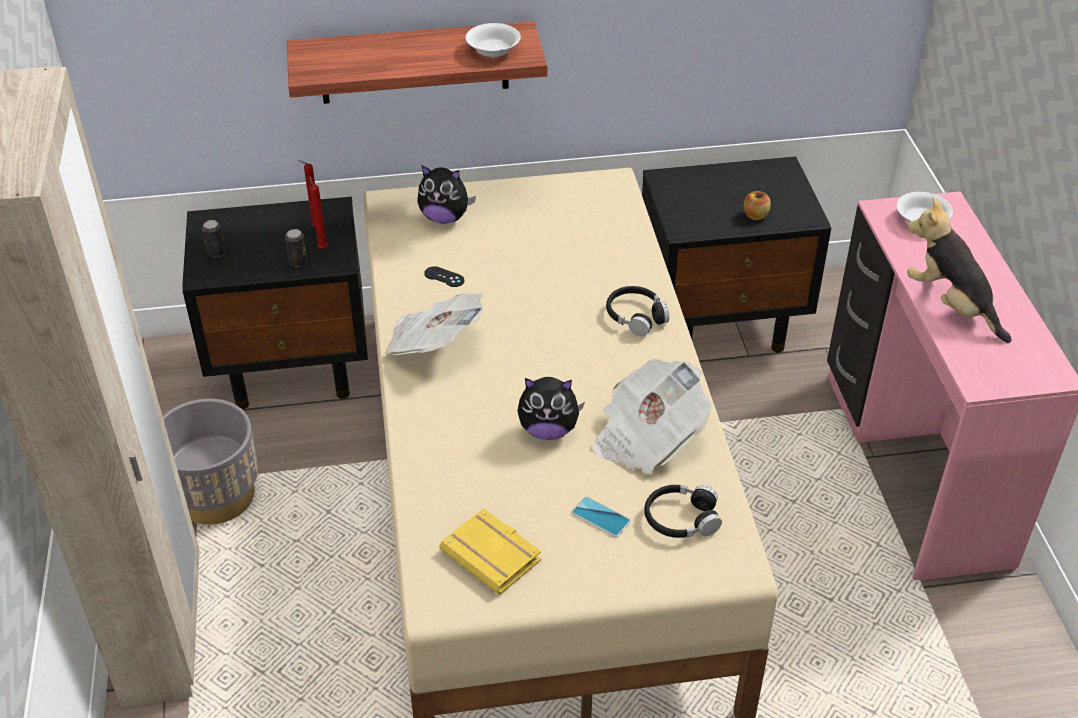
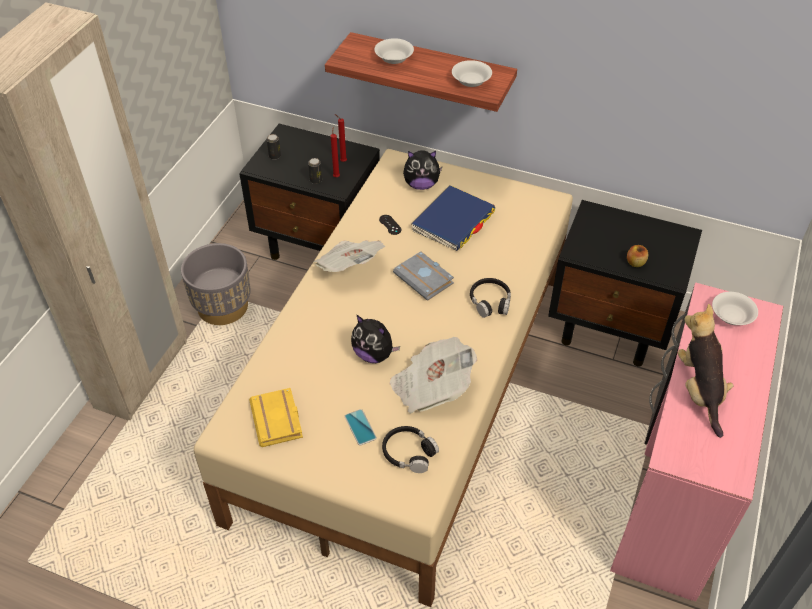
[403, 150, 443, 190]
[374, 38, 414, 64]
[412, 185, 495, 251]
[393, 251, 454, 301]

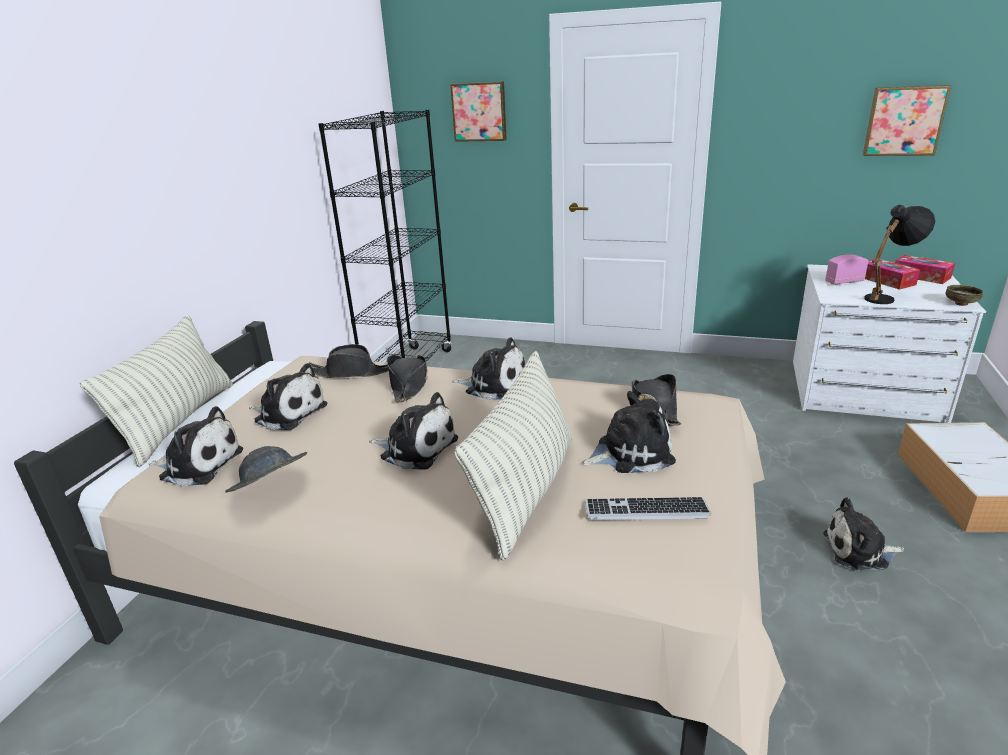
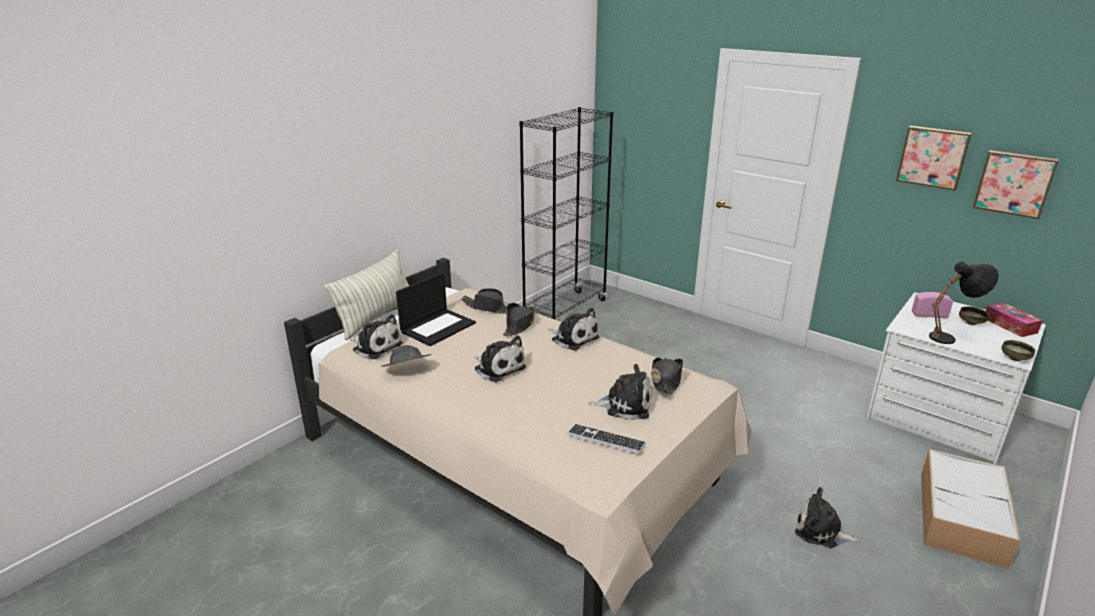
[896, 126, 972, 191]
[959, 306, 989, 325]
[454, 351, 573, 561] (first image)
[396, 272, 476, 346]

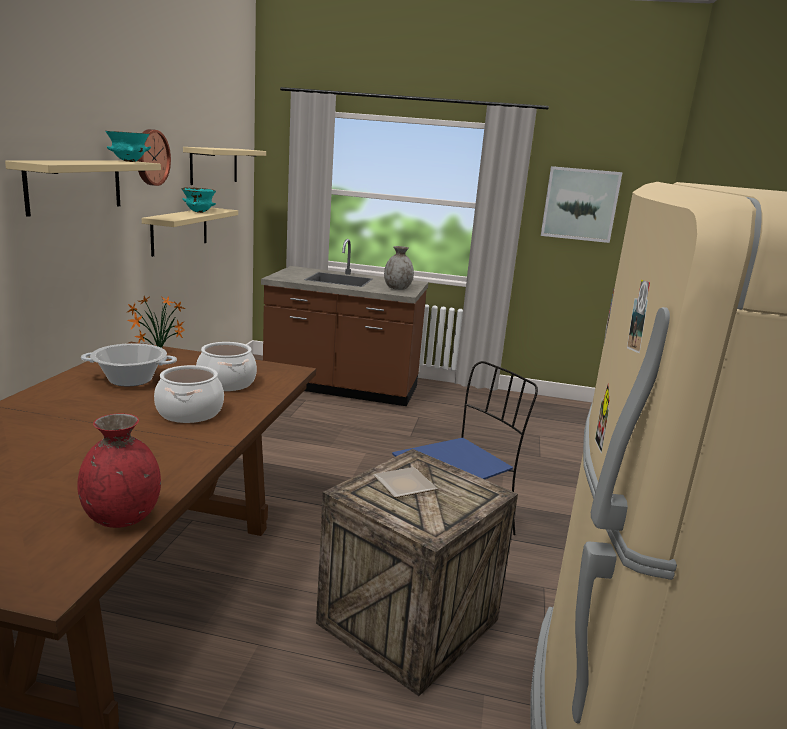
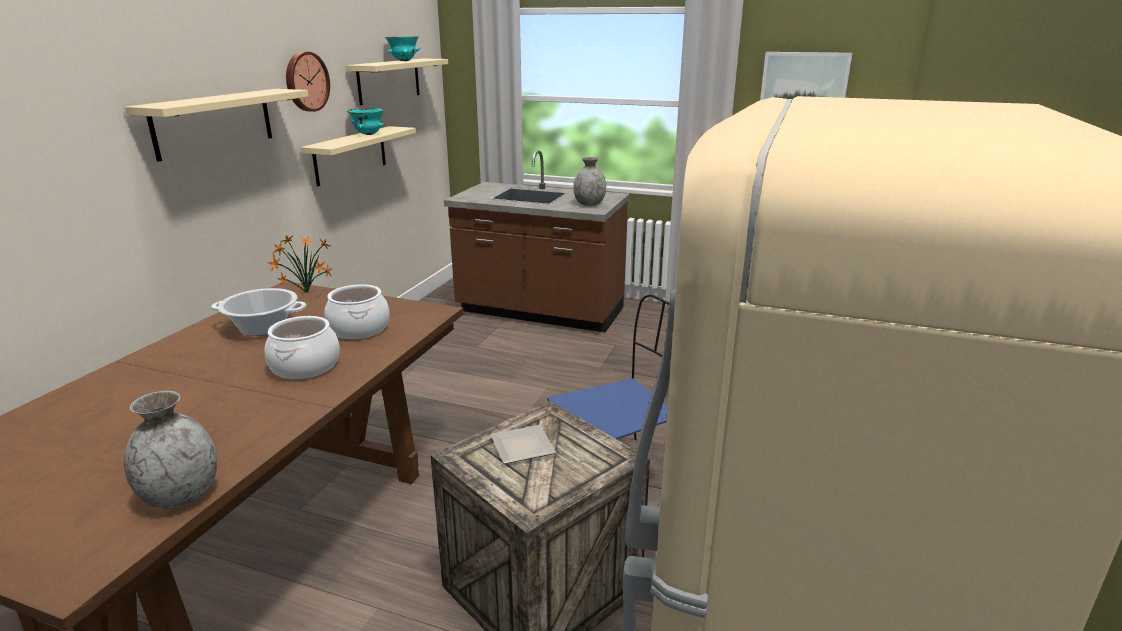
[385, 36, 420, 61]
[124, 391, 217, 509]

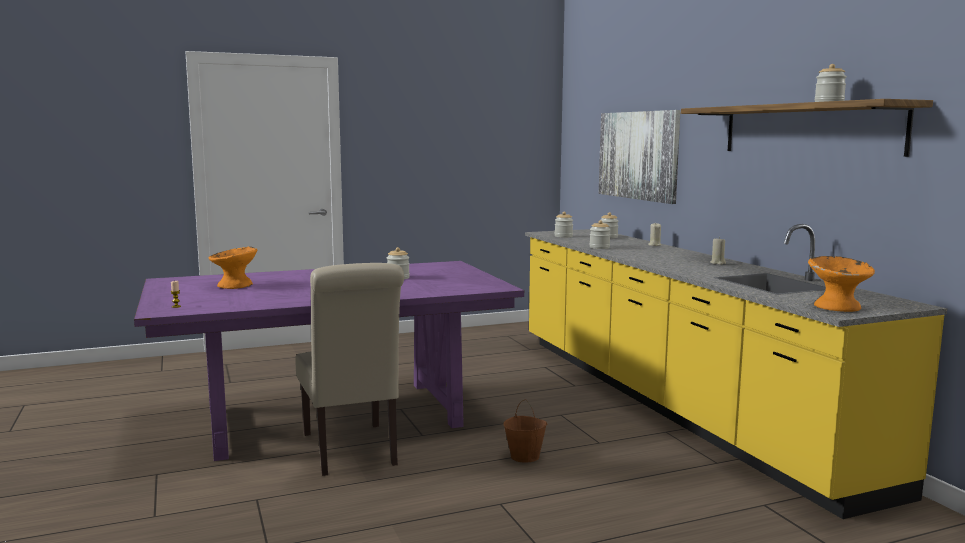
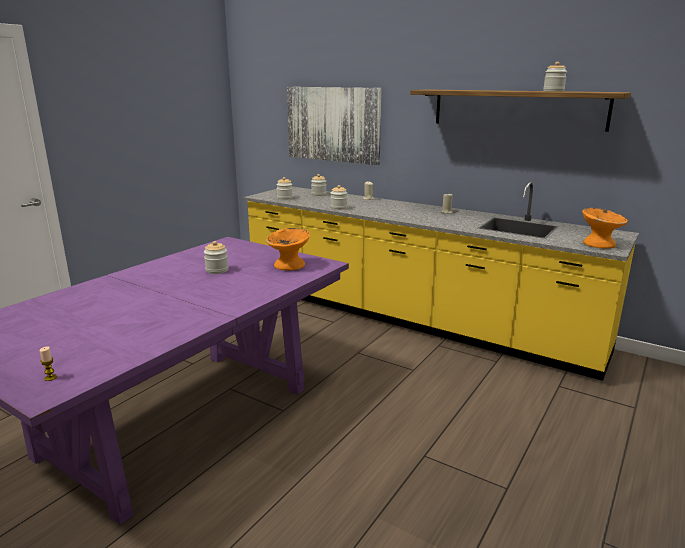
[266, 228, 310, 270]
[295, 263, 404, 476] (first image)
[503, 399, 547, 463] (first image)

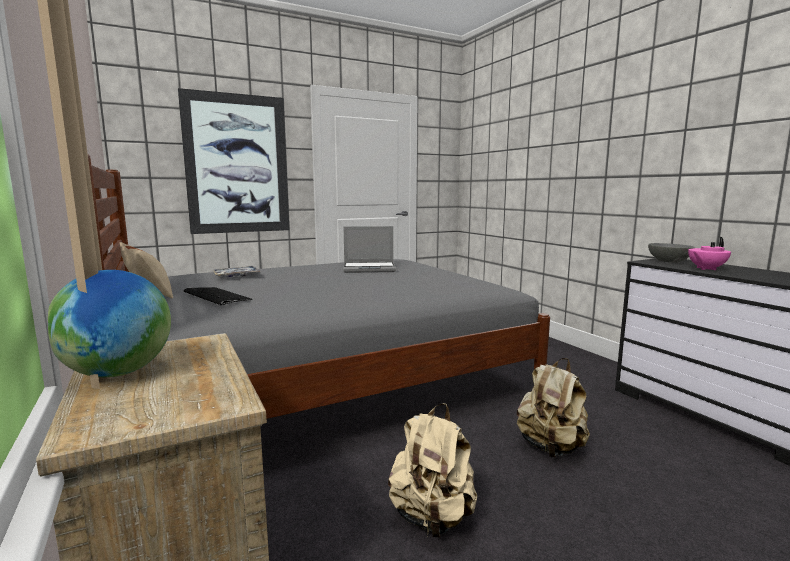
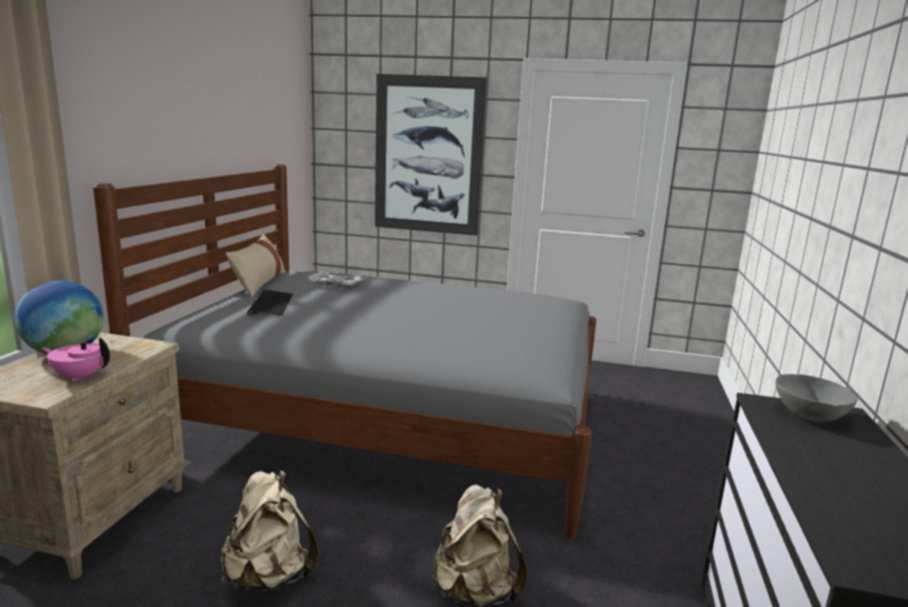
[343, 226, 396, 273] (first image)
[42, 337, 110, 382]

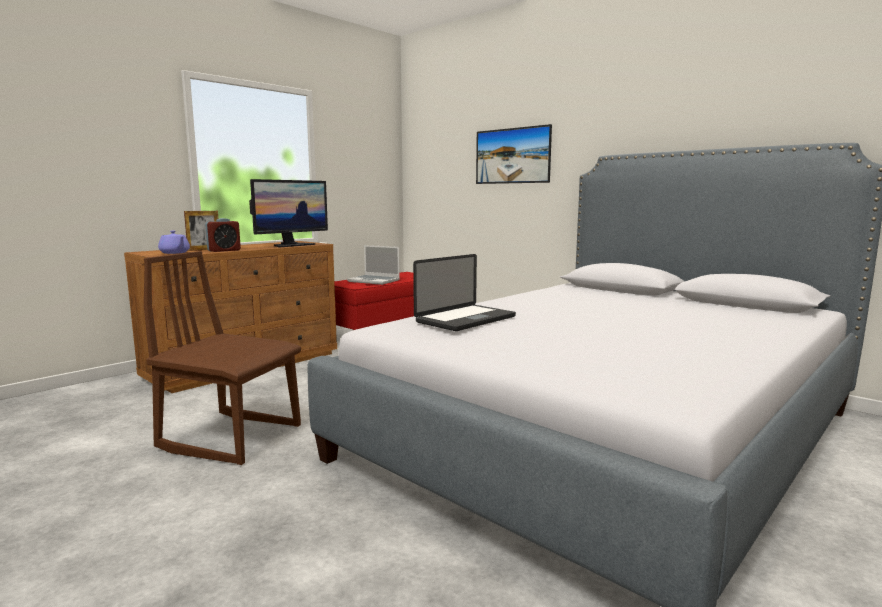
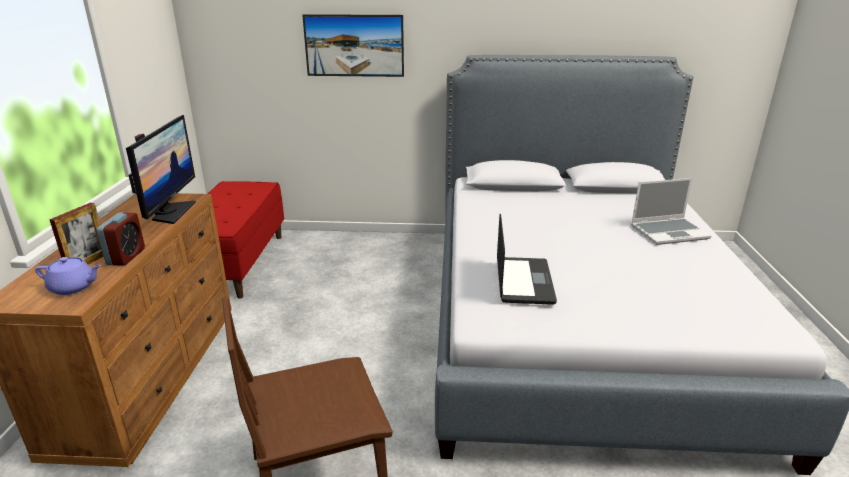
[631, 178, 711, 245]

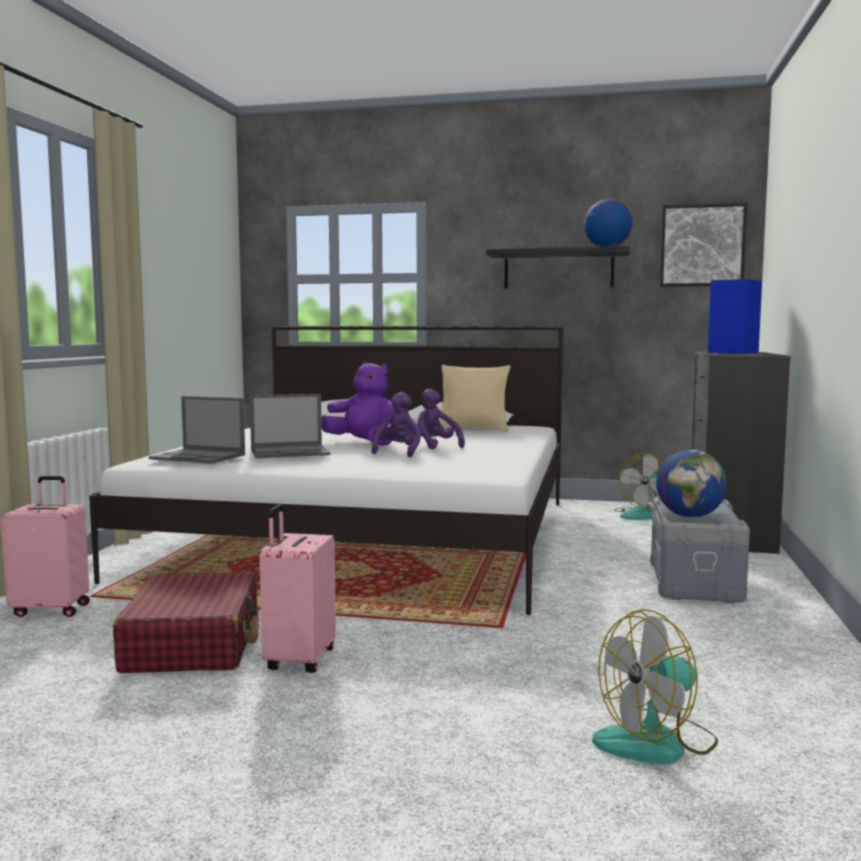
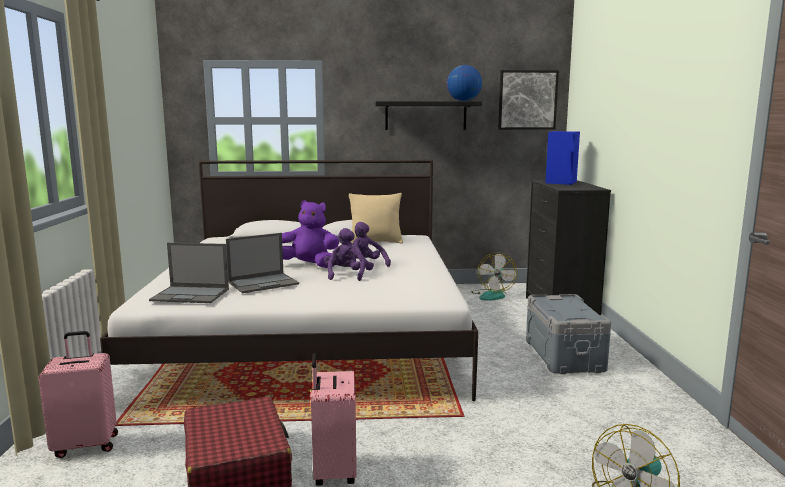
[656, 450, 727, 517] (first image)

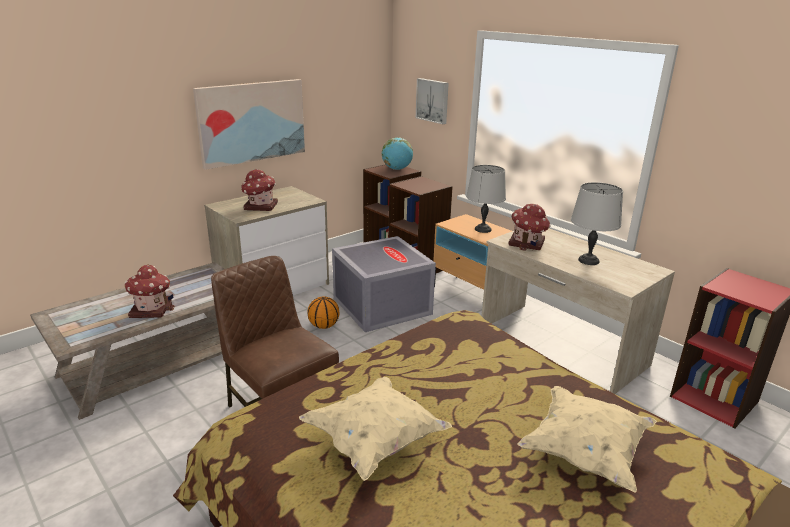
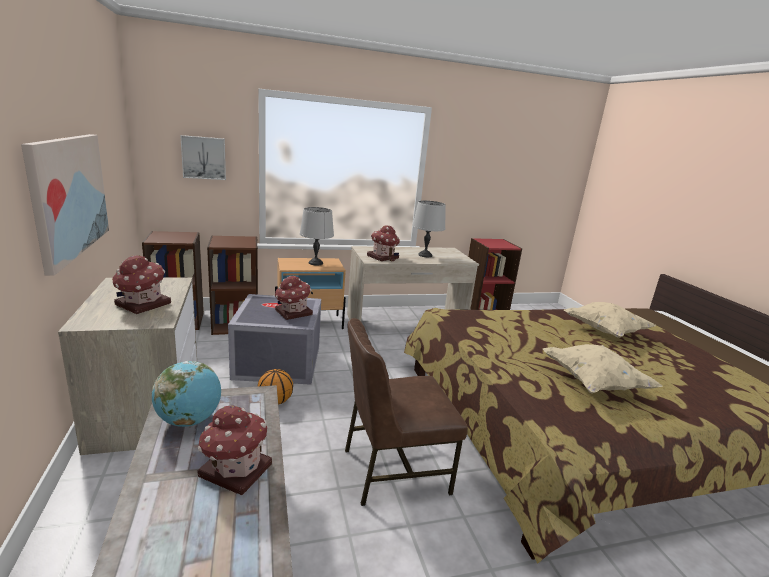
[152, 361, 221, 427]
[275, 276, 313, 320]

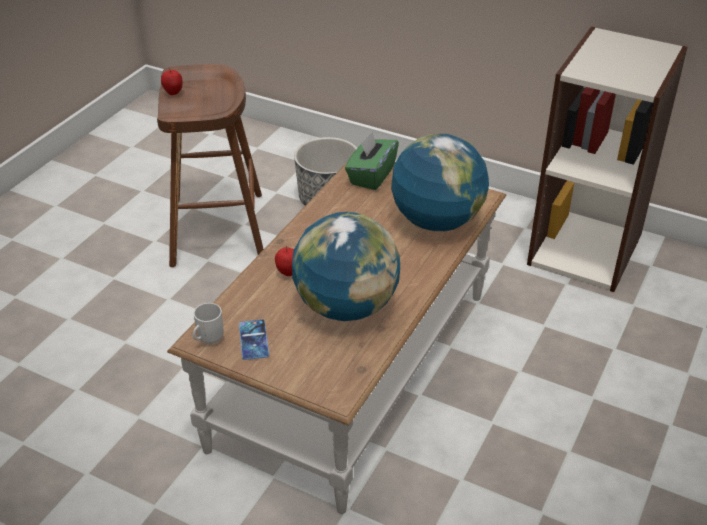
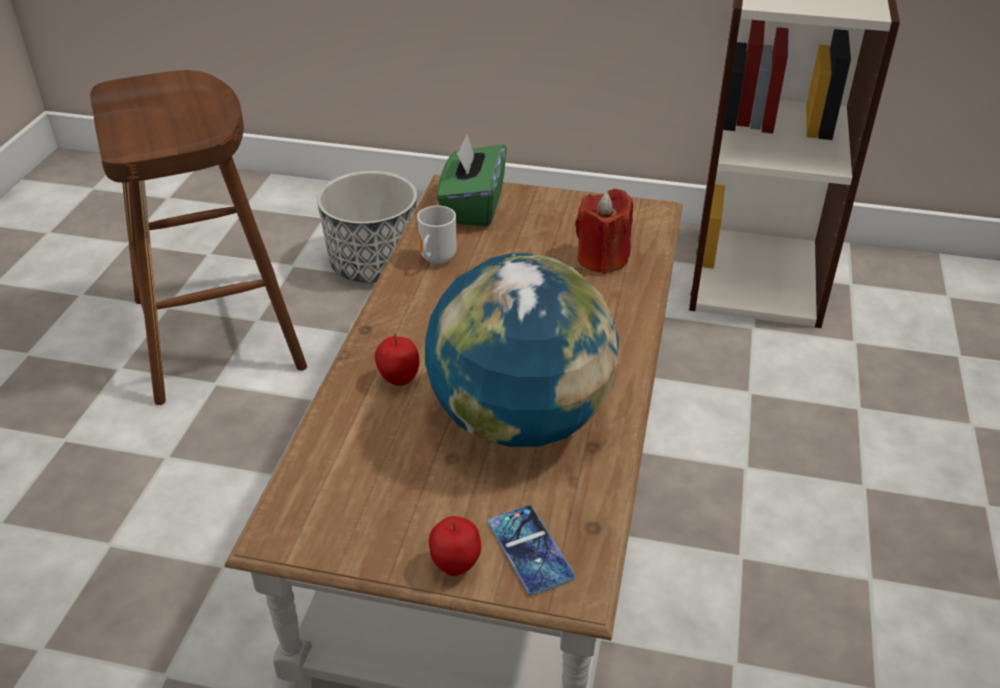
[429, 516, 481, 576]
[575, 189, 633, 274]
[417, 206, 456, 264]
[488, 505, 575, 595]

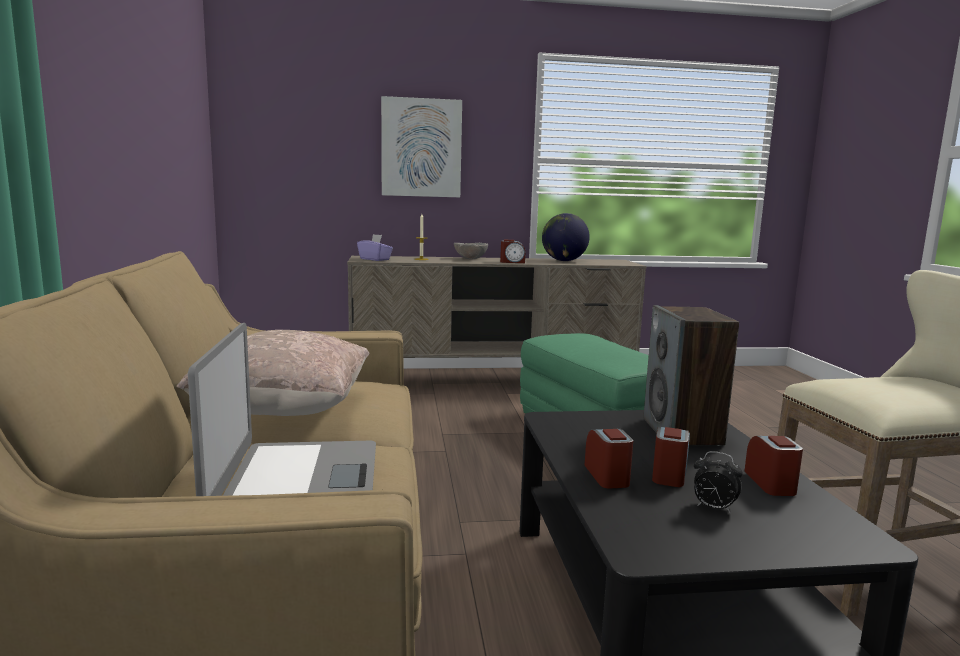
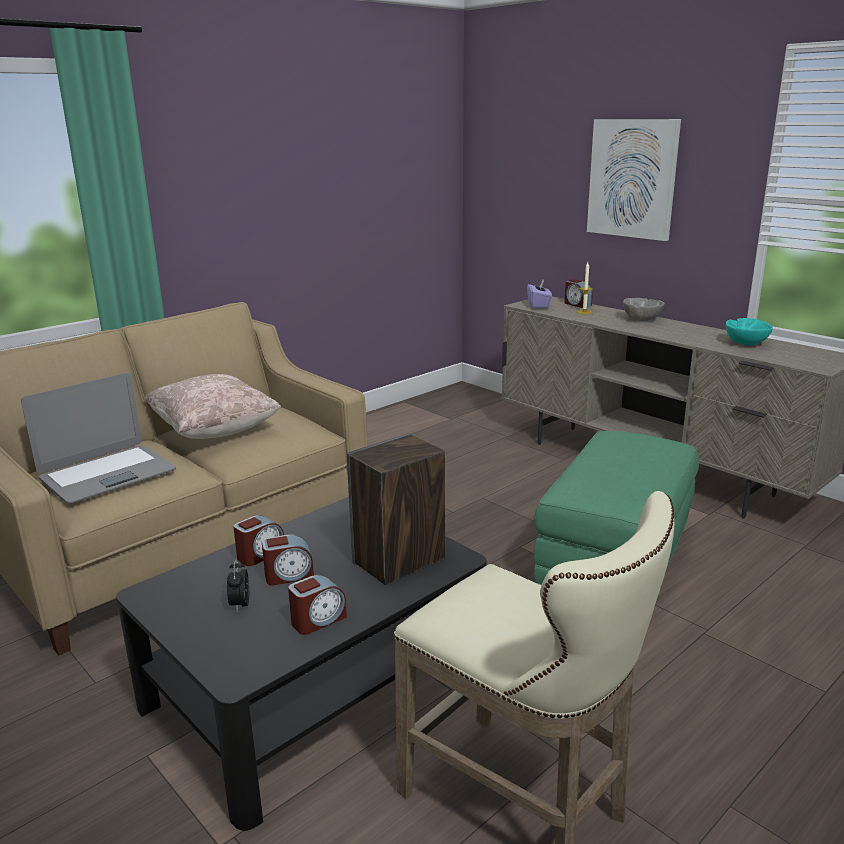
[725, 318, 773, 345]
[564, 279, 593, 308]

